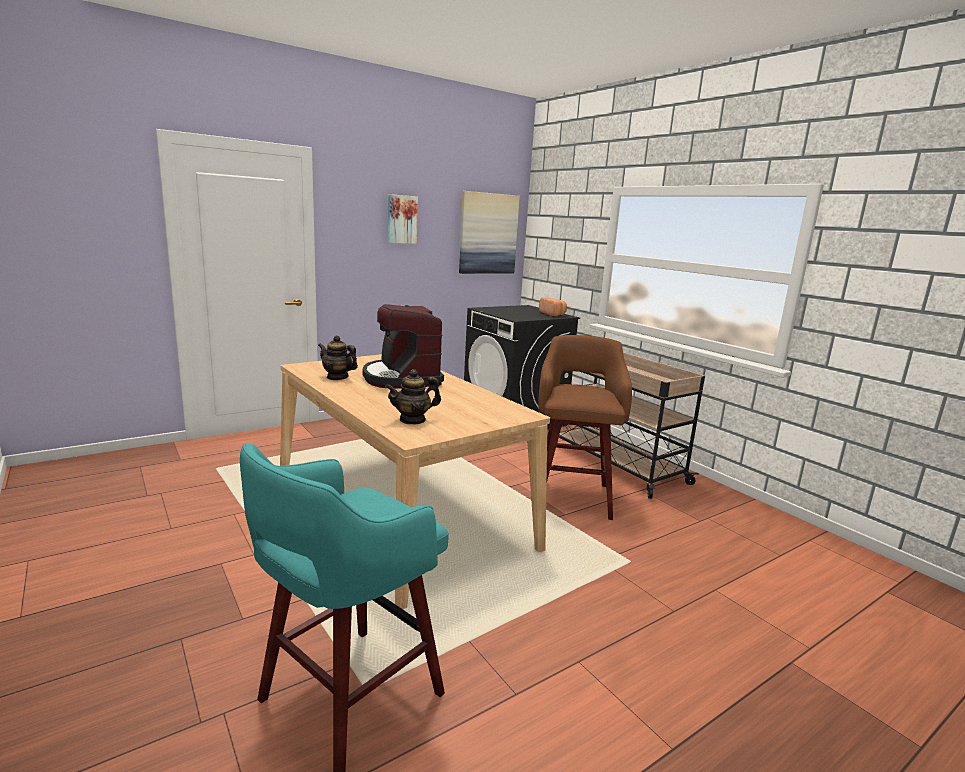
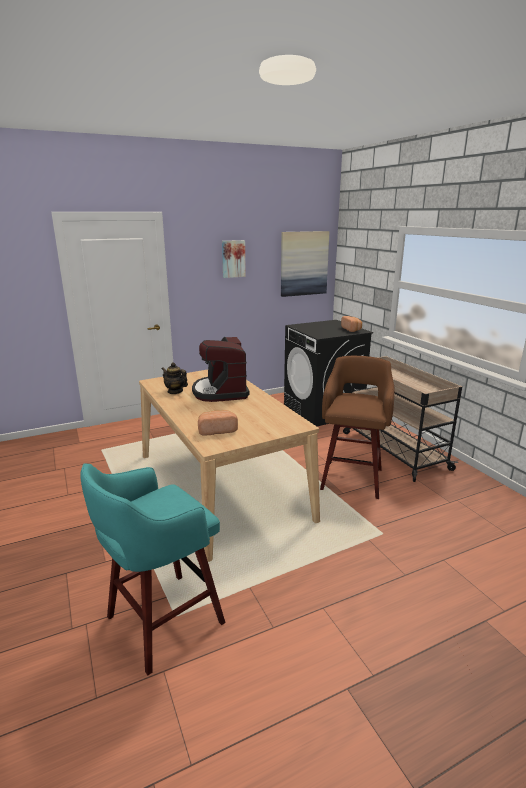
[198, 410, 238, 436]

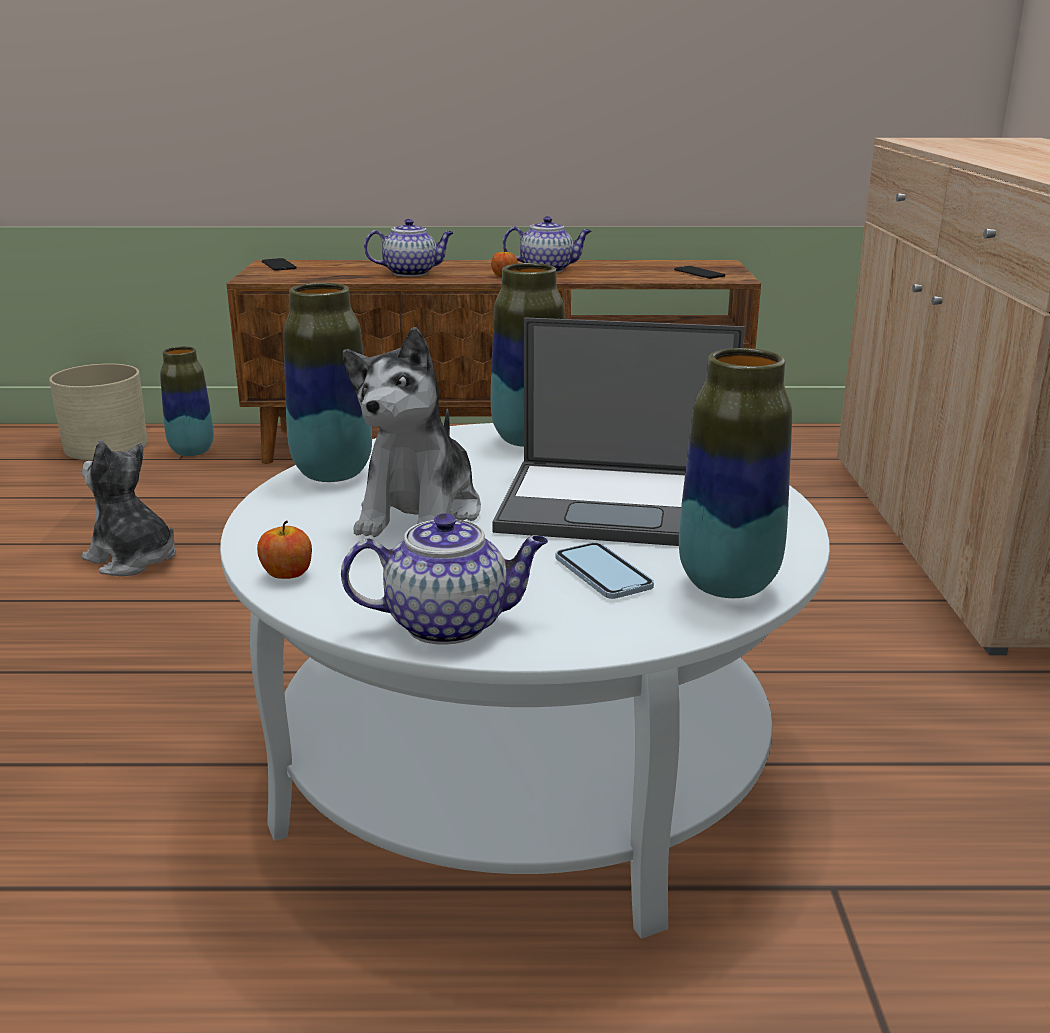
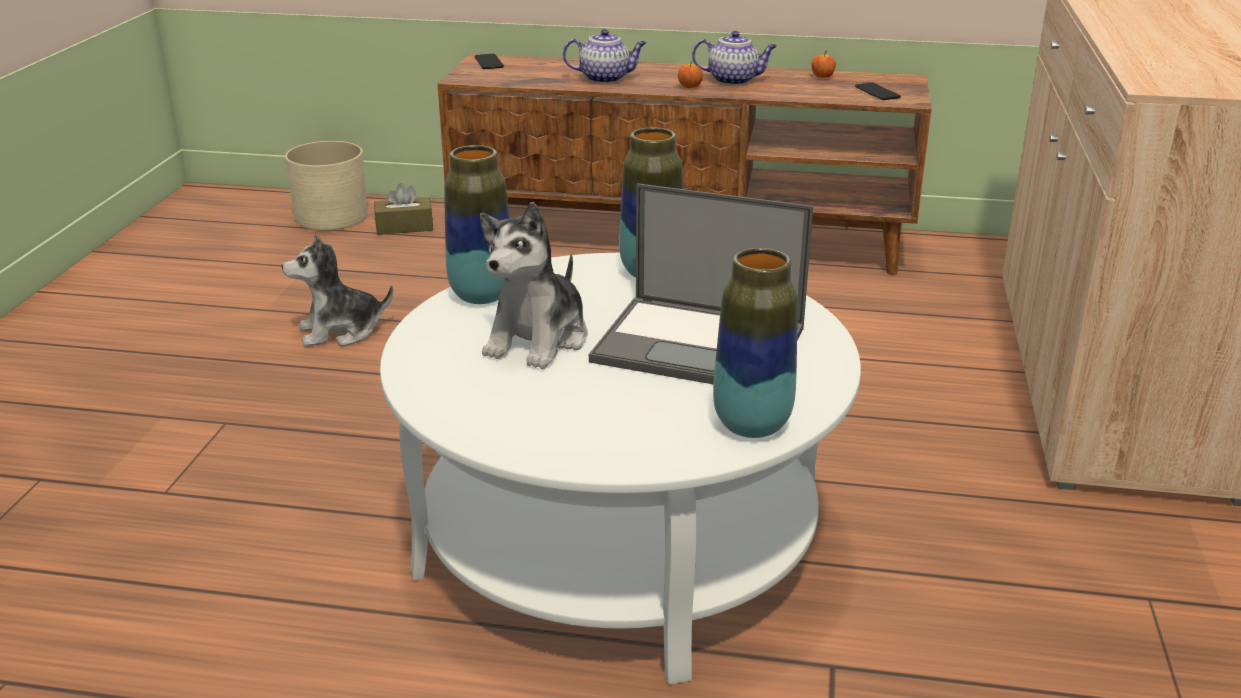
[374, 183, 433, 235]
[282, 234, 393, 347]
[341, 513, 548, 645] (first image)
[811, 51, 836, 78]
[556, 542, 654, 599] (first image)

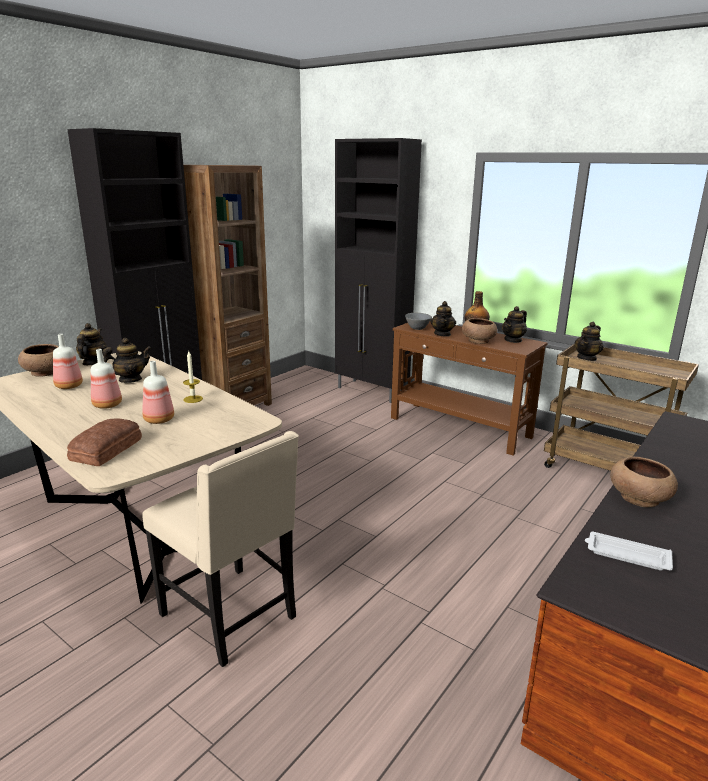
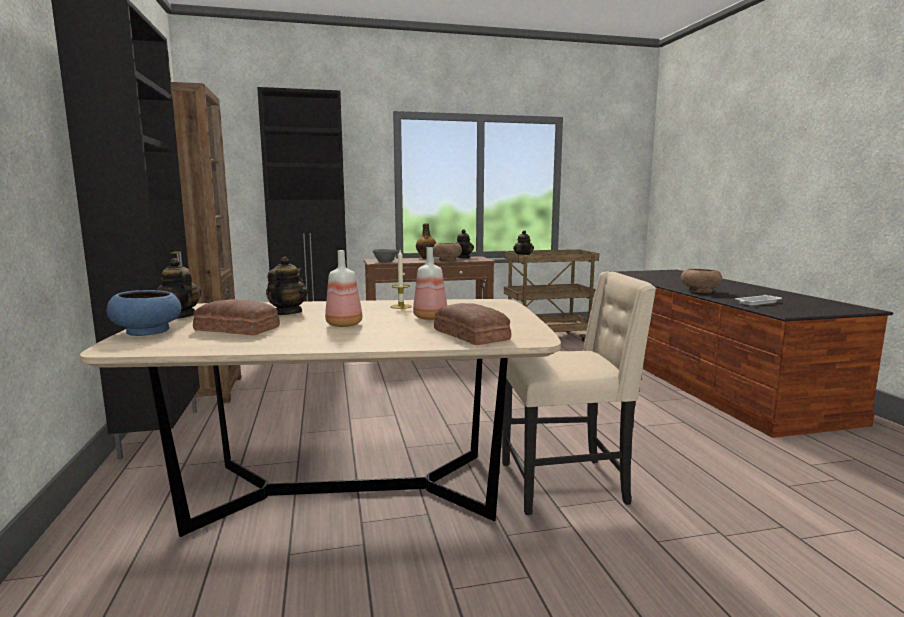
[431, 301, 456, 337] (first image)
[193, 299, 280, 335]
[106, 290, 181, 336]

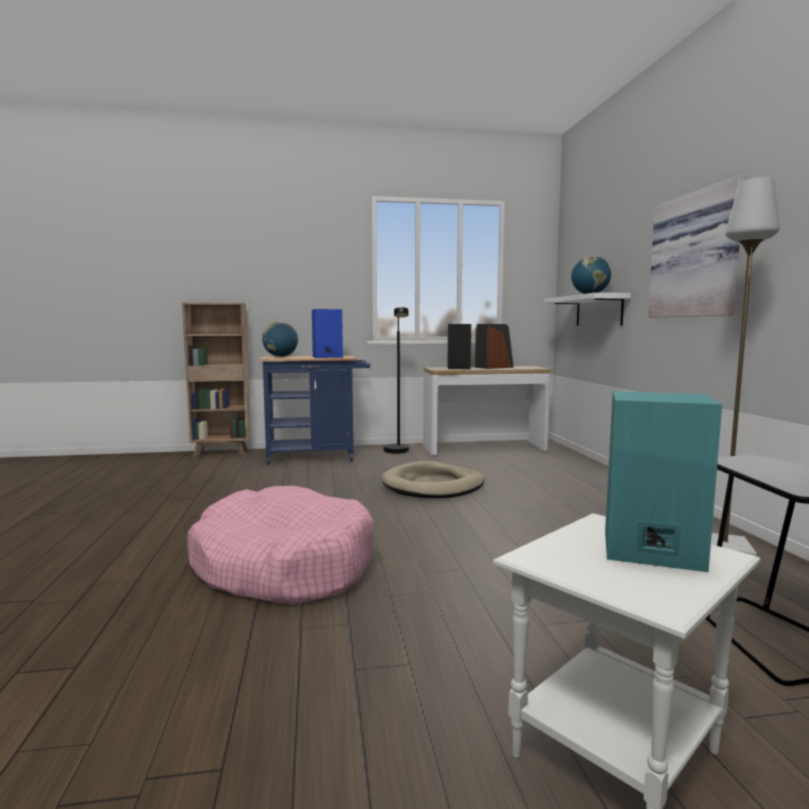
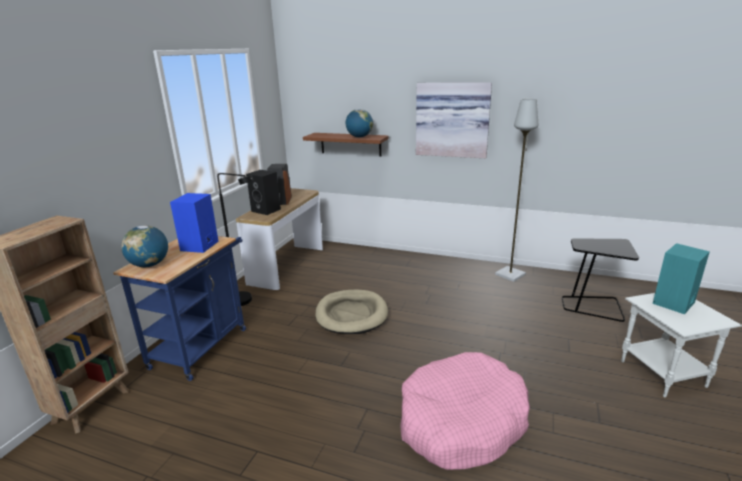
[303, 133, 389, 156]

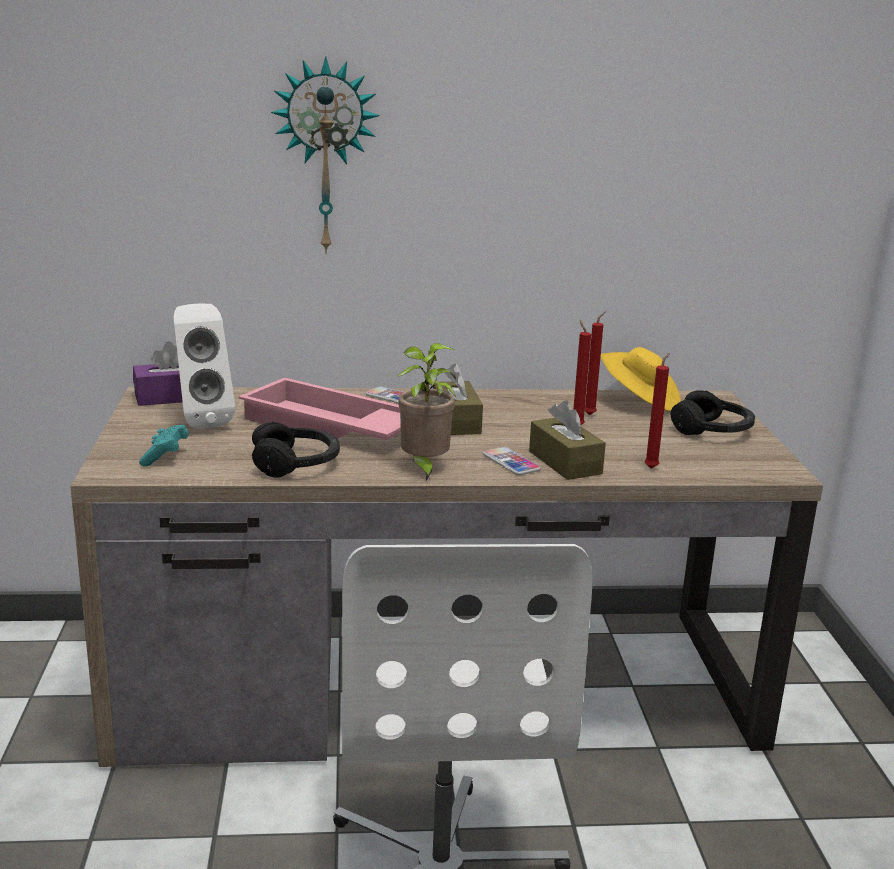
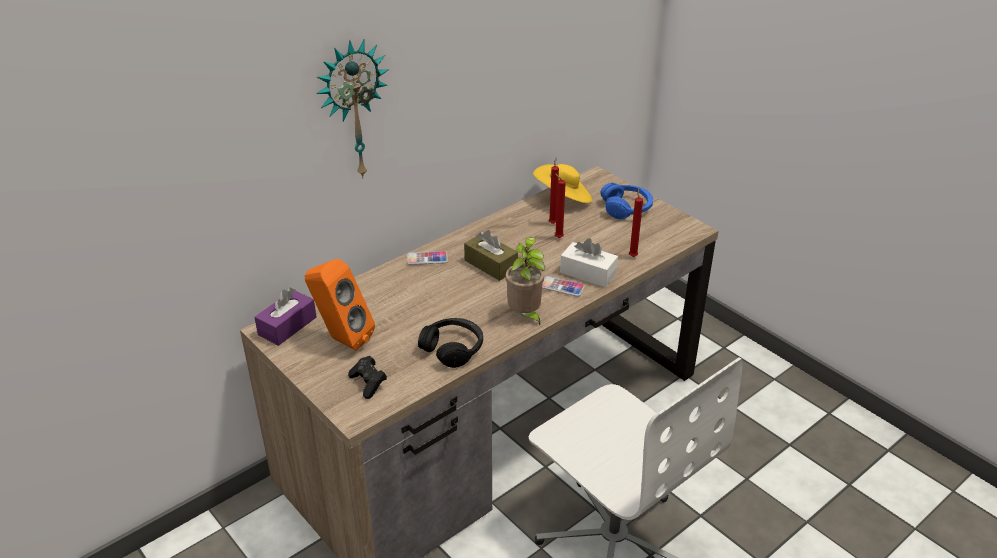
[305, 259, 375, 351]
[239, 378, 401, 440] (first image)
[600, 182, 653, 219]
[560, 238, 618, 287]
[348, 356, 387, 399]

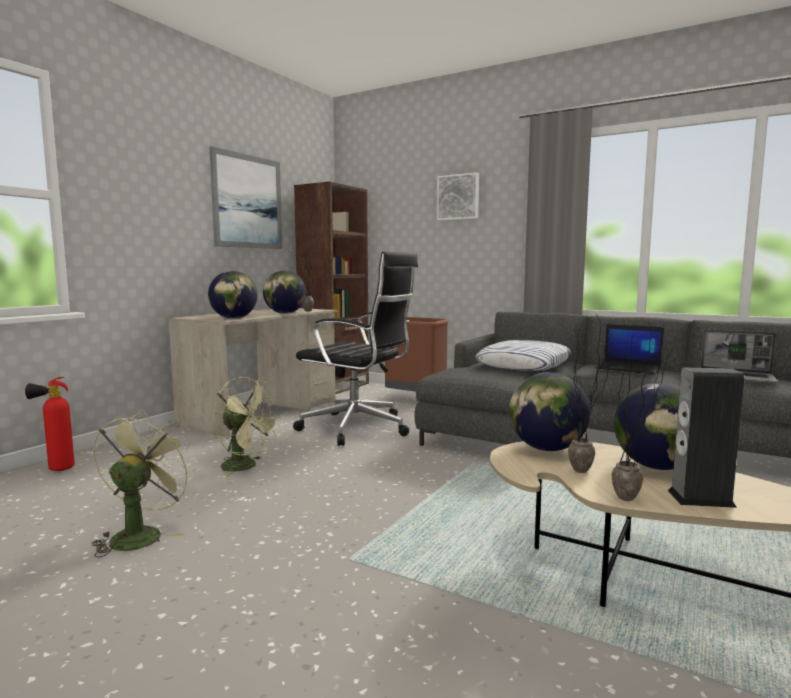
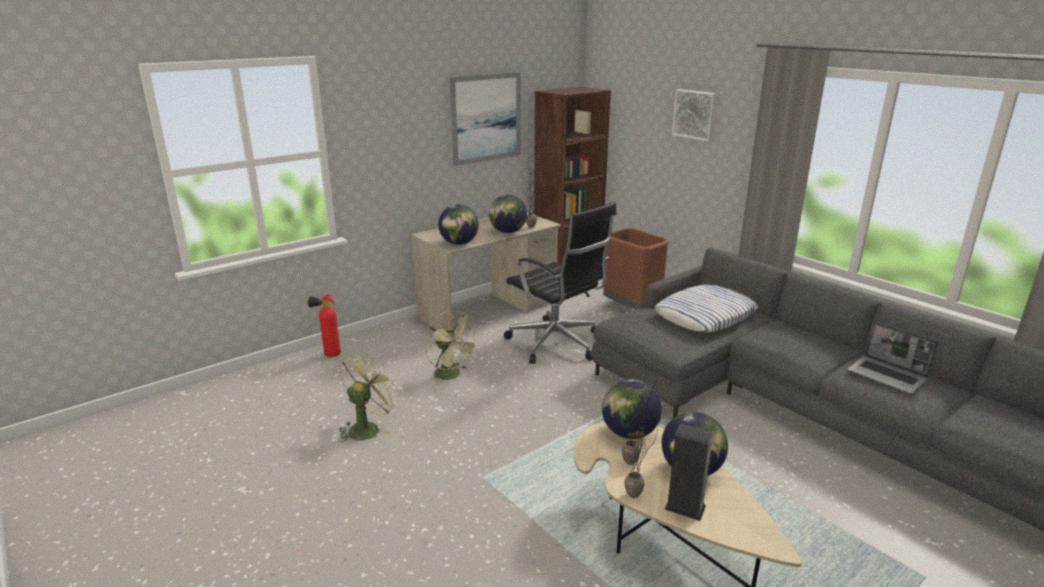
[595, 324, 664, 374] (first image)

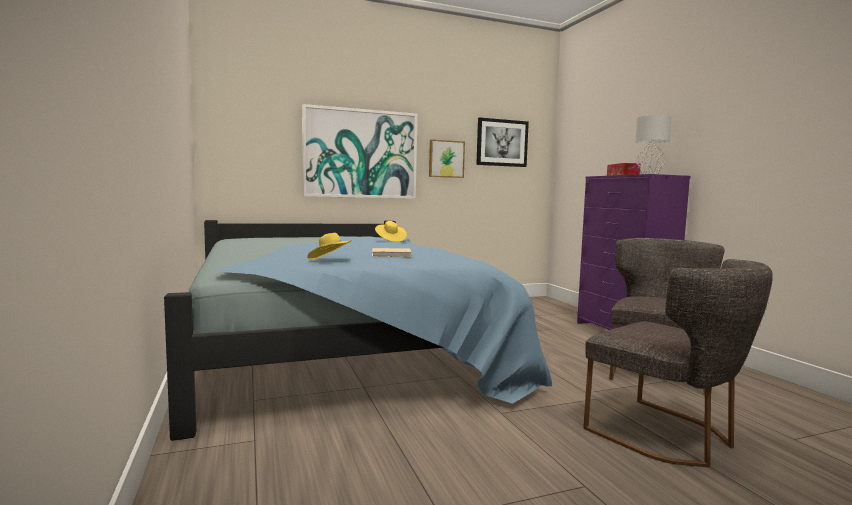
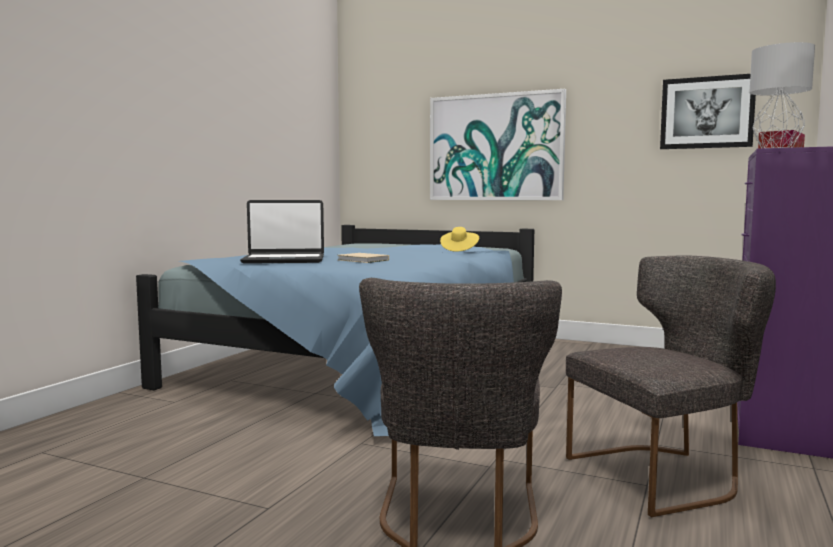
[429, 139, 465, 178] (first image)
[240, 200, 324, 264]

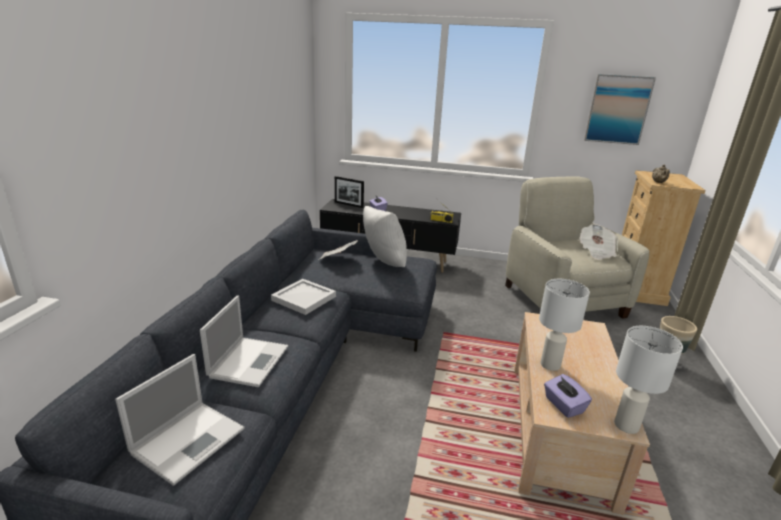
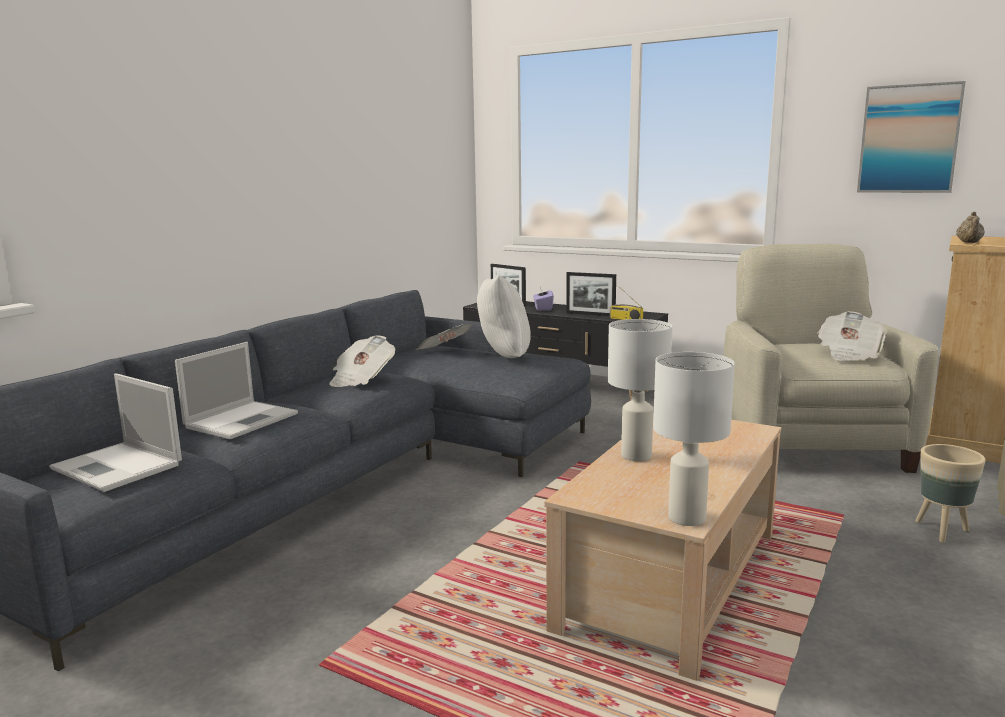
[329, 335, 395, 387]
[49, 373, 182, 492]
[544, 374, 592, 418] (first image)
[566, 272, 616, 316]

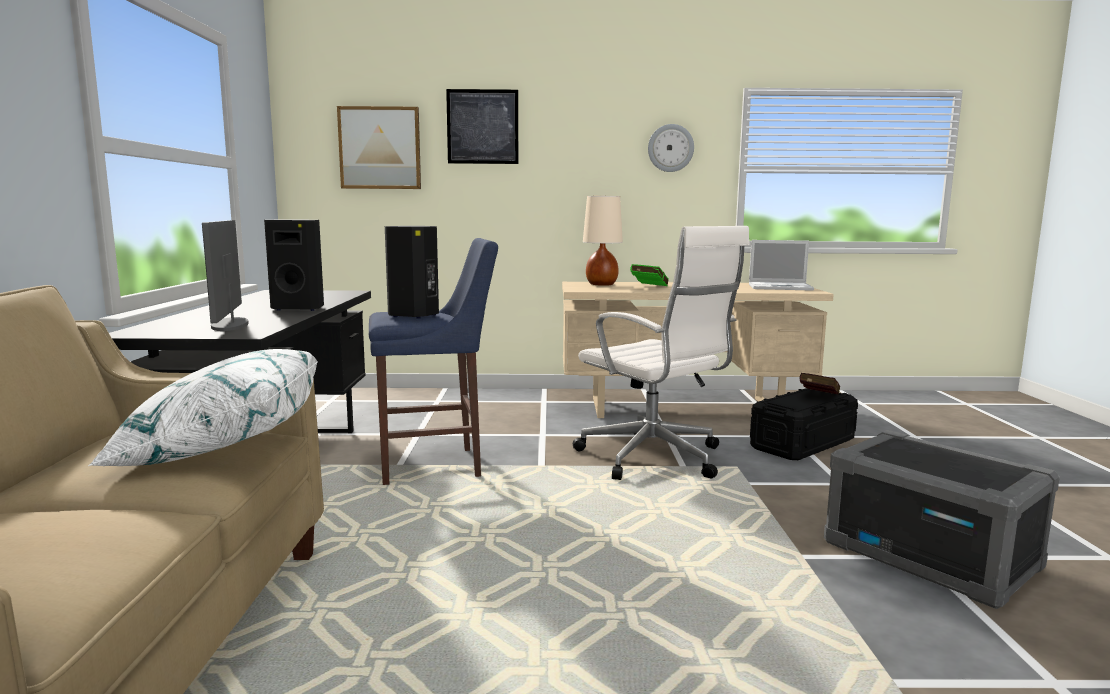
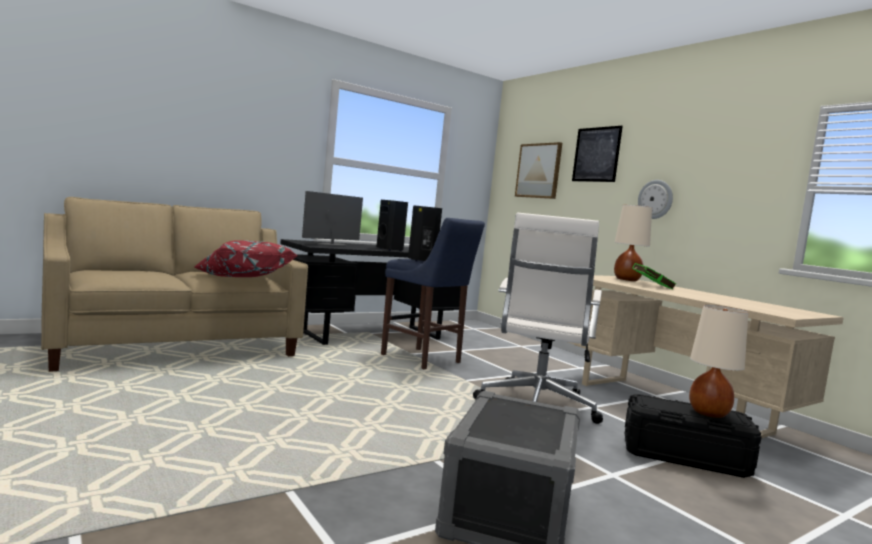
[638, 180, 673, 219]
[749, 240, 814, 291] (first image)
[195, 240, 297, 277]
[689, 305, 748, 418]

